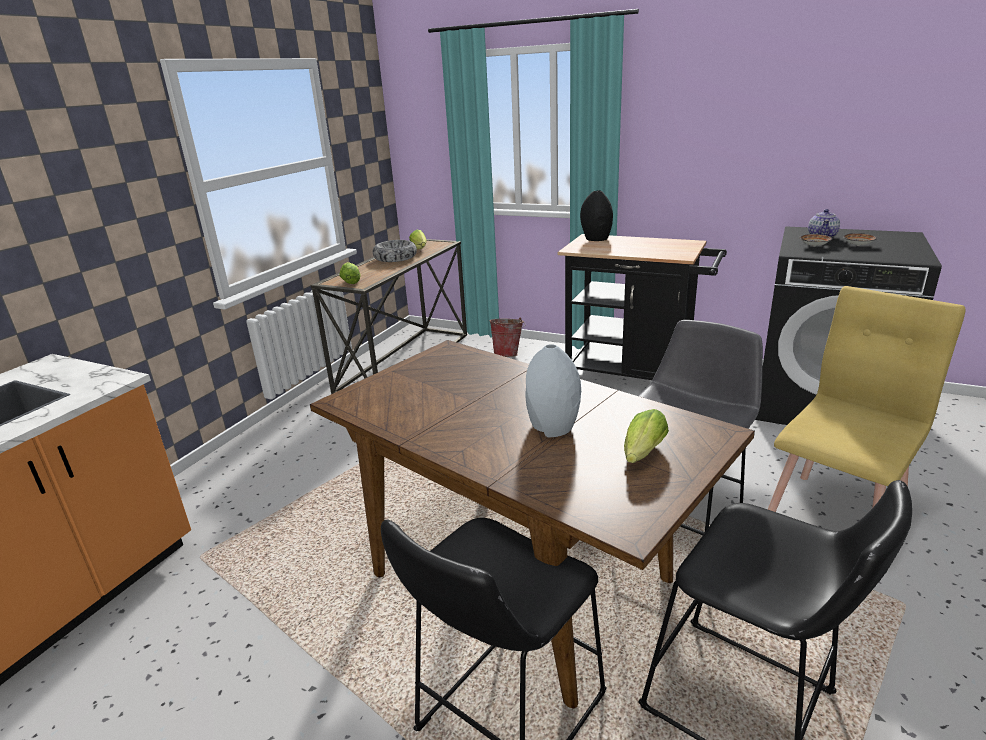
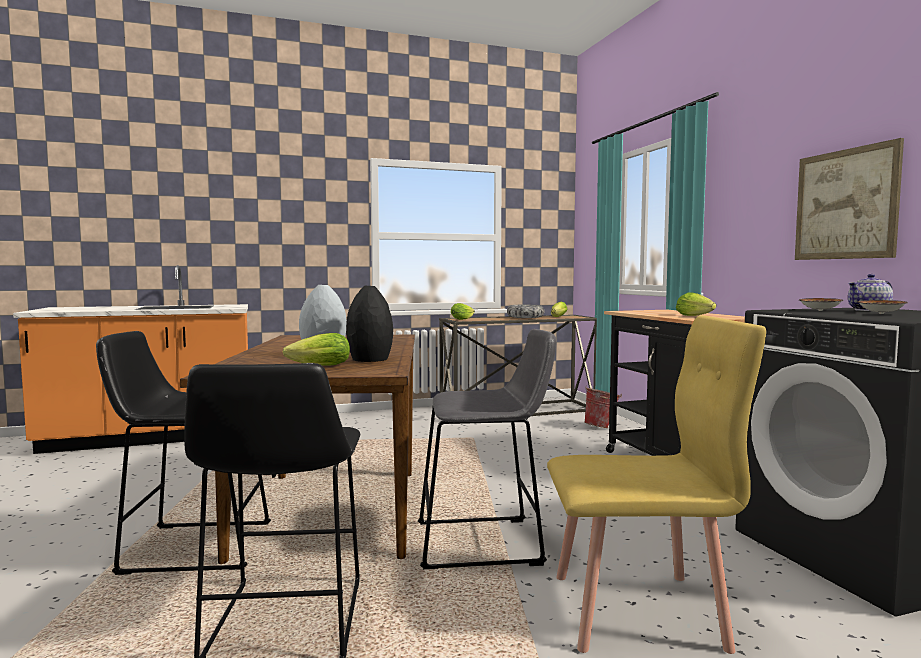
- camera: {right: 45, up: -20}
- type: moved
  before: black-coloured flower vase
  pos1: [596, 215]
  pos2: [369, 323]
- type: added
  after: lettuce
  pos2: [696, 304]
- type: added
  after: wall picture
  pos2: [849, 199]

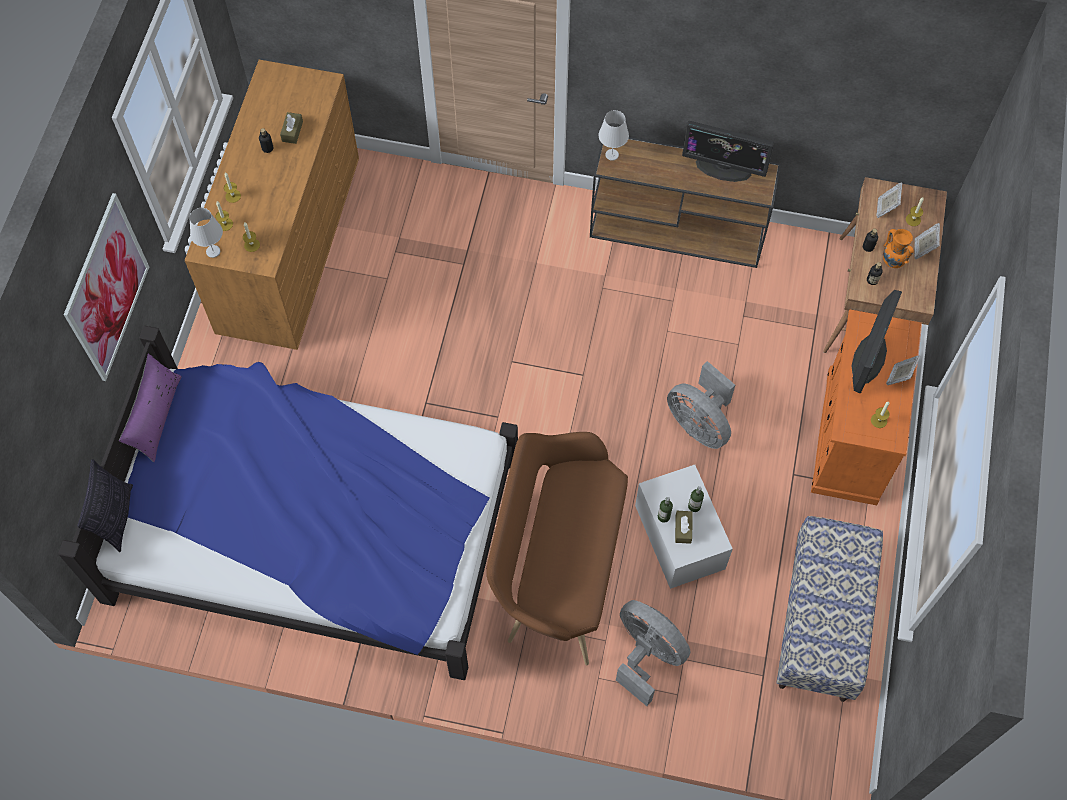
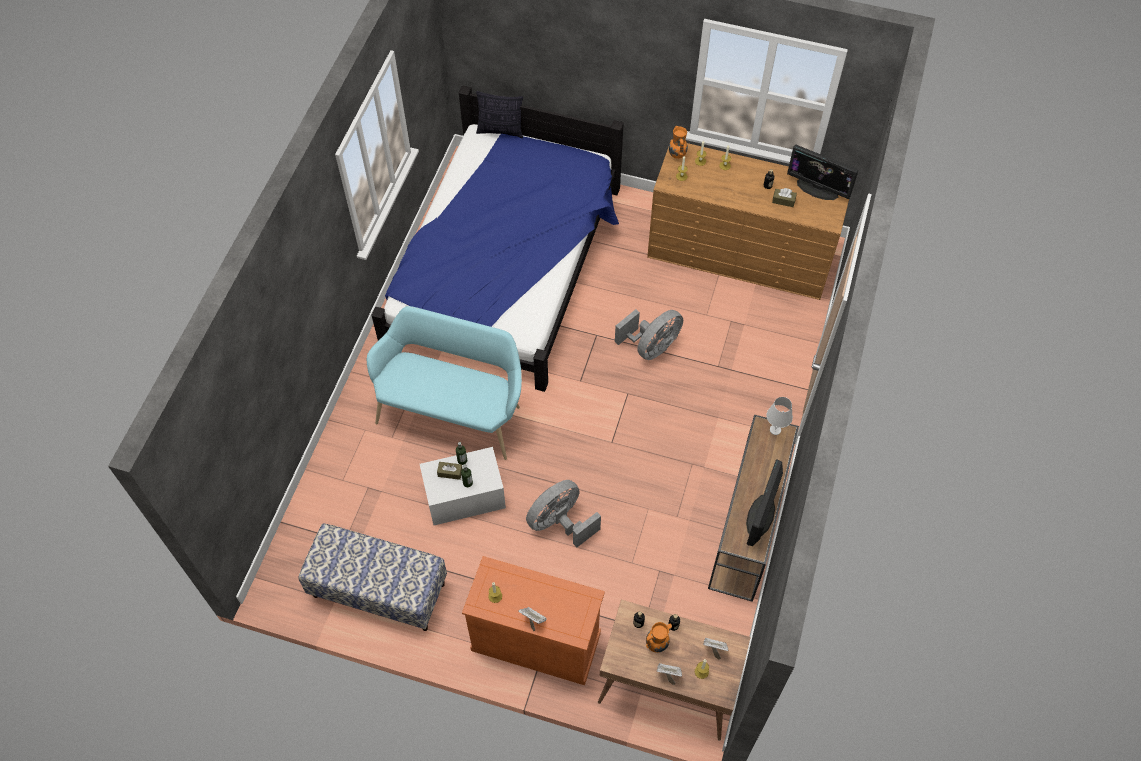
- camera: {right: 95, up: -5}
- type: removed
  before: wall picture
  pos1: [106, 287]
- type: removed
  before: purple throw pillow
  pos1: [150, 408]
- type: replaced
  before: white tabletop lamp
  after: orange flower vase
  pos1: [206, 233]
  pos2: [678, 142]
- type: recoloured
  before: brown-coloured long seat
  after: turquoise long seat
  pos1: [557, 548]
  pos2: [444, 383]
- type: moved
  before: grey cooling fan
  pos1: [653, 653]
  pos2: [649, 334]
- type: moved
  before: computer screen
  pos1: [876, 341]
  pos2: [823, 172]

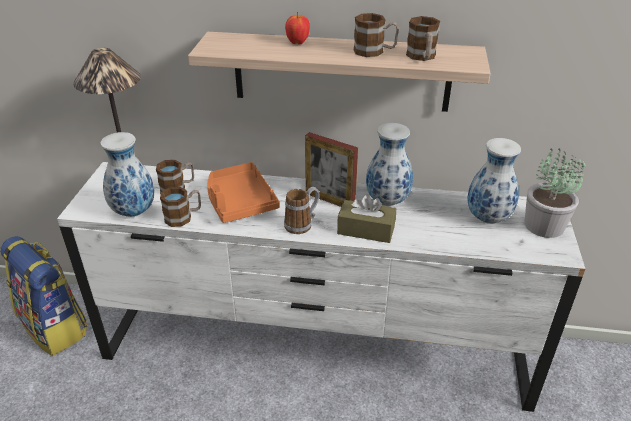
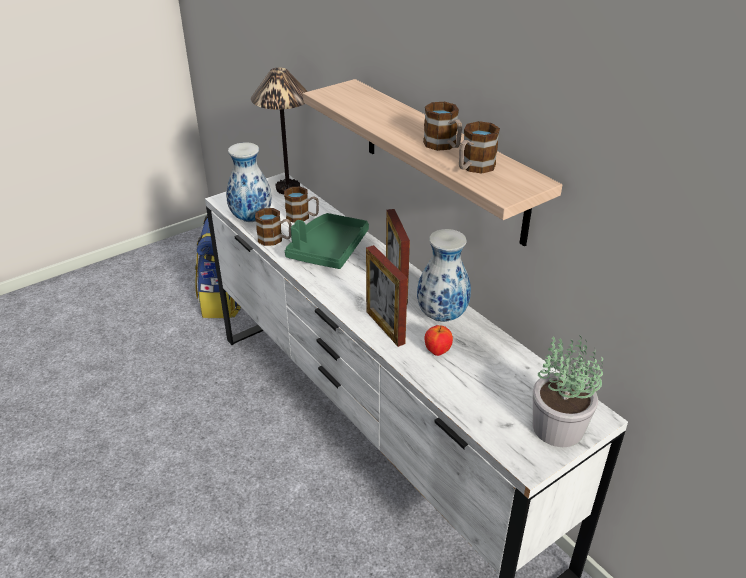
- camera: {right: 45, up: 0}
- type: recoloured
  before: orange carrying tray
  after: green-coloured carrying tray
  pos1: [243, 192]
  pos2: [327, 241]
- type: removed
  before: mug
  pos1: [301, 210]
- type: moved
  before: apple fruit
  pos1: [297, 28]
  pos2: [439, 340]
- type: replaced
  before: brown-coloured box of tissues
  after: standing frame
  pos1: [366, 218]
  pos2: [387, 296]
- type: removed
  before: flower vase
  pos1: [494, 181]

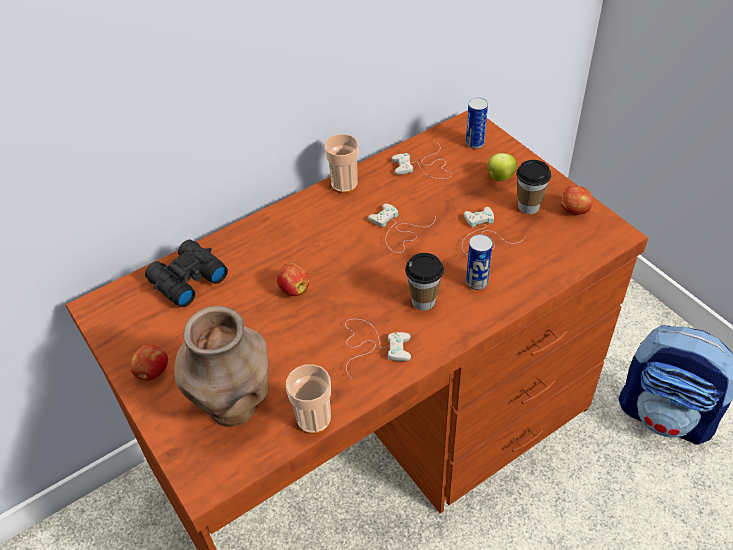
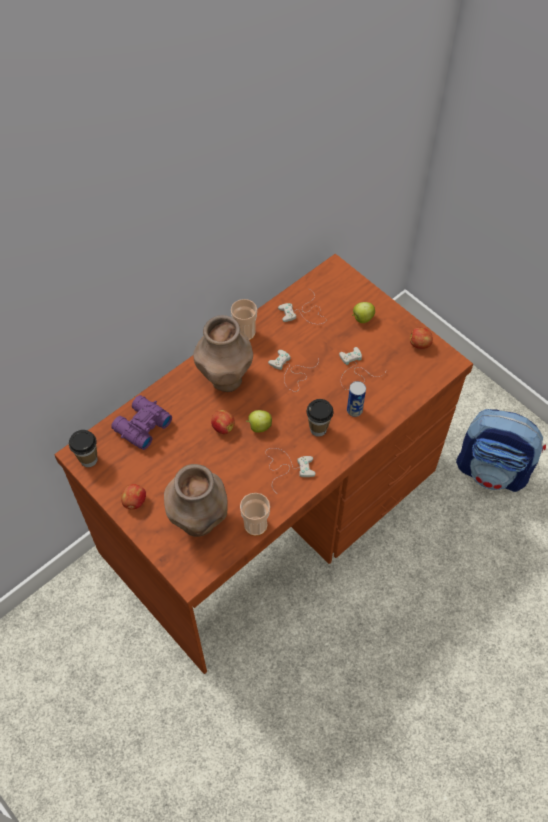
- camera: {right: -10, up: 10}
- type: recoloured
  before: black-coloured field glasses
  after: purple field glasses
  pos1: [186, 273]
  pos2: [141, 422]
- type: removed
  before: metal can
  pos1: [477, 123]
- type: moved
  before: cup
  pos1: [533, 187]
  pos2: [83, 448]
- type: added
  after: brown-coloured flower vase
  pos2: [223, 353]
- type: added
  after: apple fruit
  pos2: [259, 421]

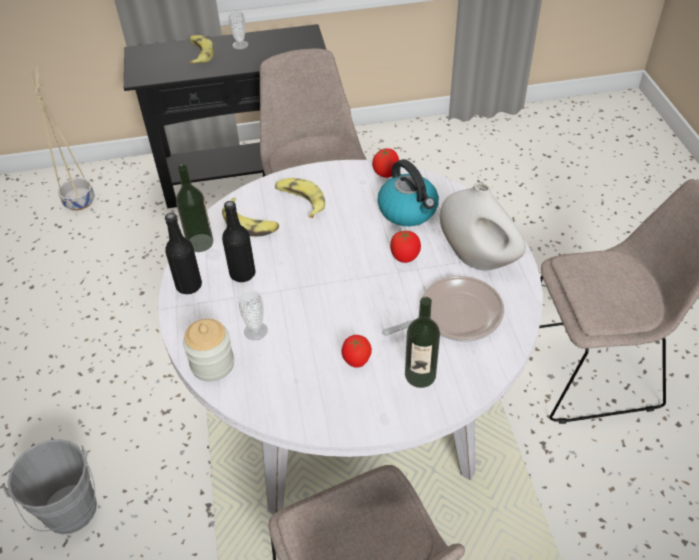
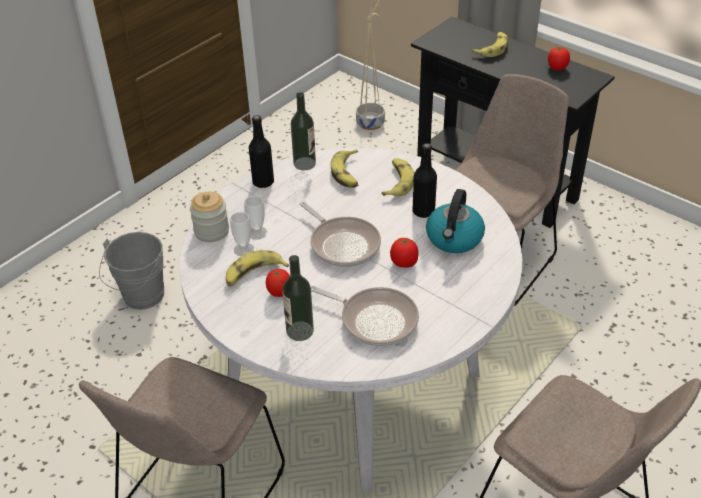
- camera: {right: 50, up: -5}
- type: moved
  before: black-coloured beverage bottle
  pos1: [239, 241]
  pos2: [425, 180]
- type: moved
  before: cup
  pos1: [238, 30]
  pos2: [242, 234]
- type: moved
  before: whole tomato
  pos1: [385, 163]
  pos2: [559, 58]
- type: removed
  before: white flower vase
  pos1: [483, 227]
- type: added
  after: whole banana
  pos2: [257, 268]
- type: added
  after: frying pan
  pos2: [340, 234]

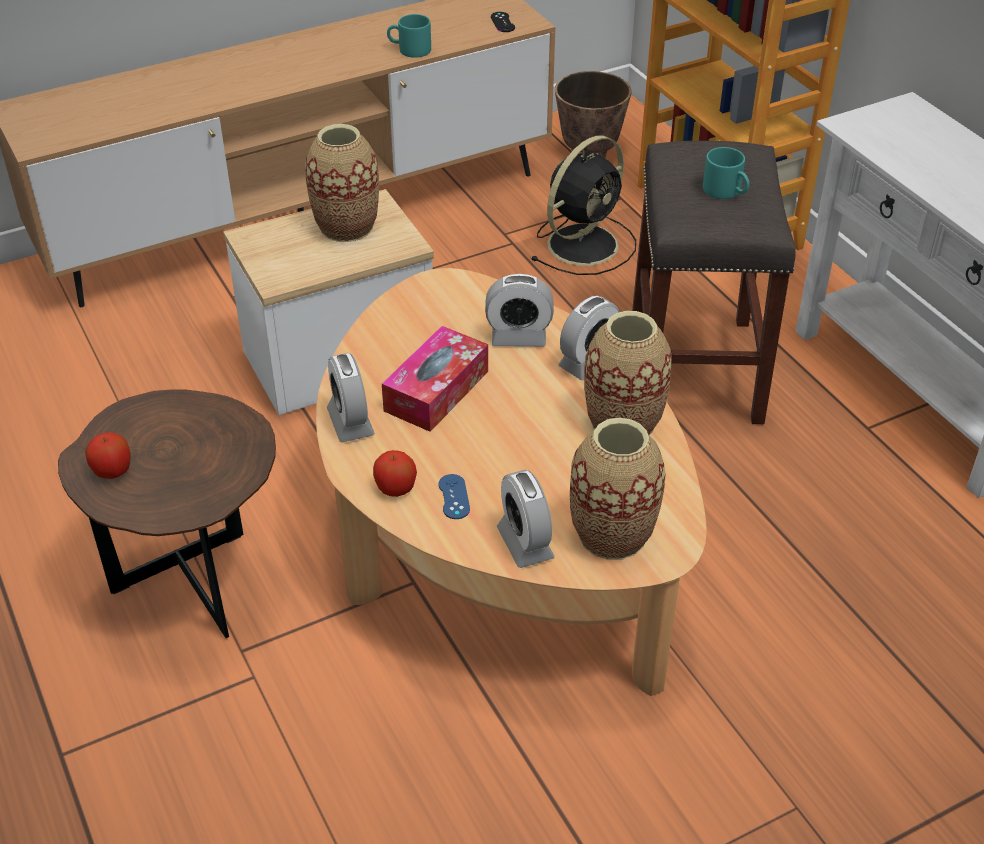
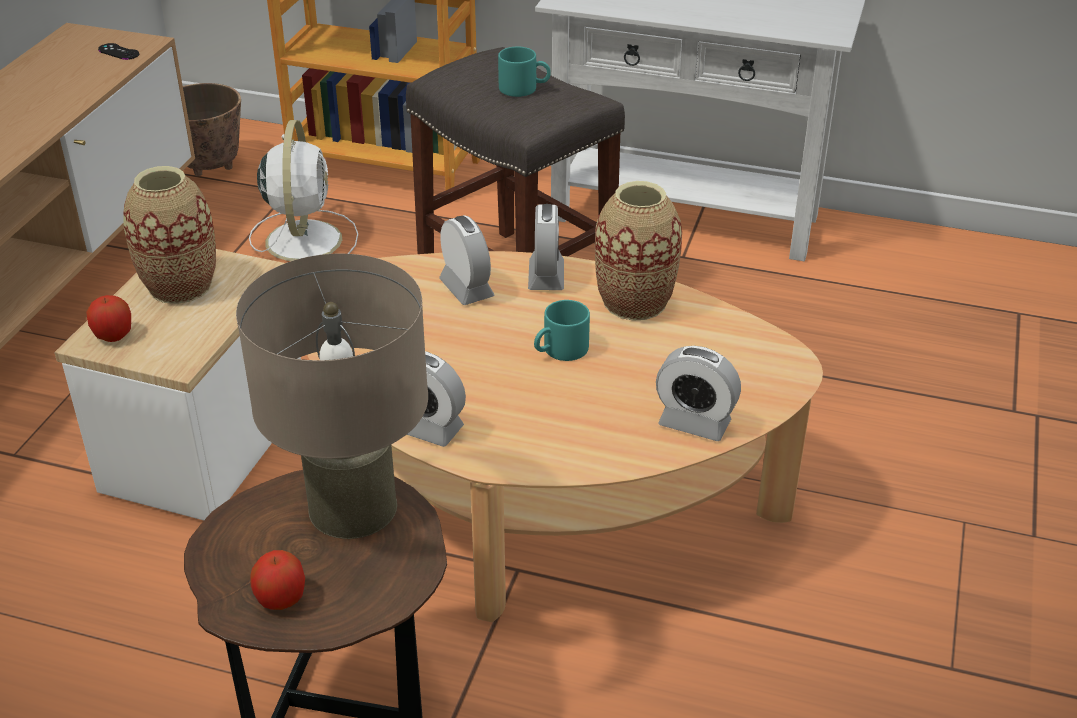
- camera: {right: -45, up: -5}
- type: moved
  before: apple fruit
  pos1: [395, 473]
  pos2: [108, 318]
- type: removed
  before: box of tissues
  pos1: [435, 379]
- type: moved
  before: turquoise mug
  pos1: [409, 36]
  pos2: [562, 330]
- type: removed
  before: bluish gamepad
  pos1: [454, 496]
- type: turned
  before: table clock
  pos1: [519, 310]
  pos2: [467, 260]
  turn: -75
- type: recoloured
  before: black-coloured cooling fan
  after: white cooling fan
  pos1: [583, 205]
  pos2: [303, 190]
- type: removed
  before: flower vase
  pos1: [618, 489]
- type: added
  after: sand-coloured tabletop lamp
  pos2: [332, 396]

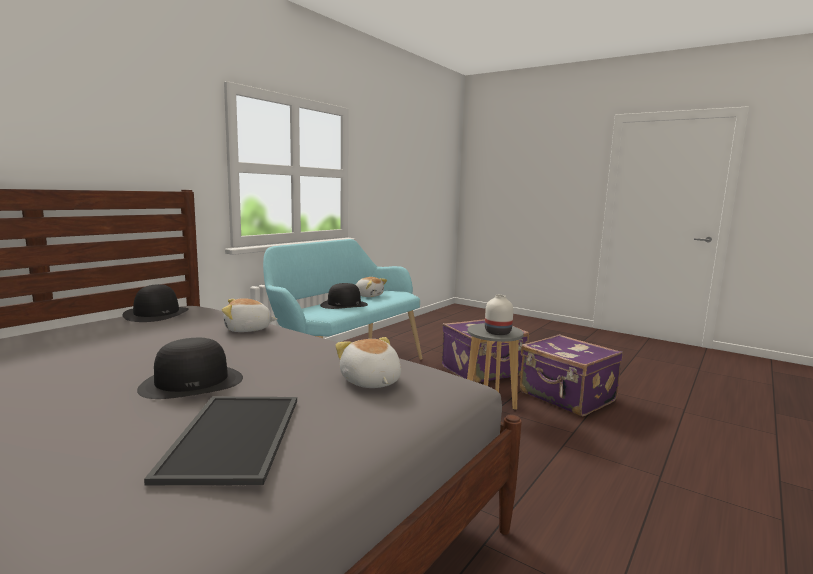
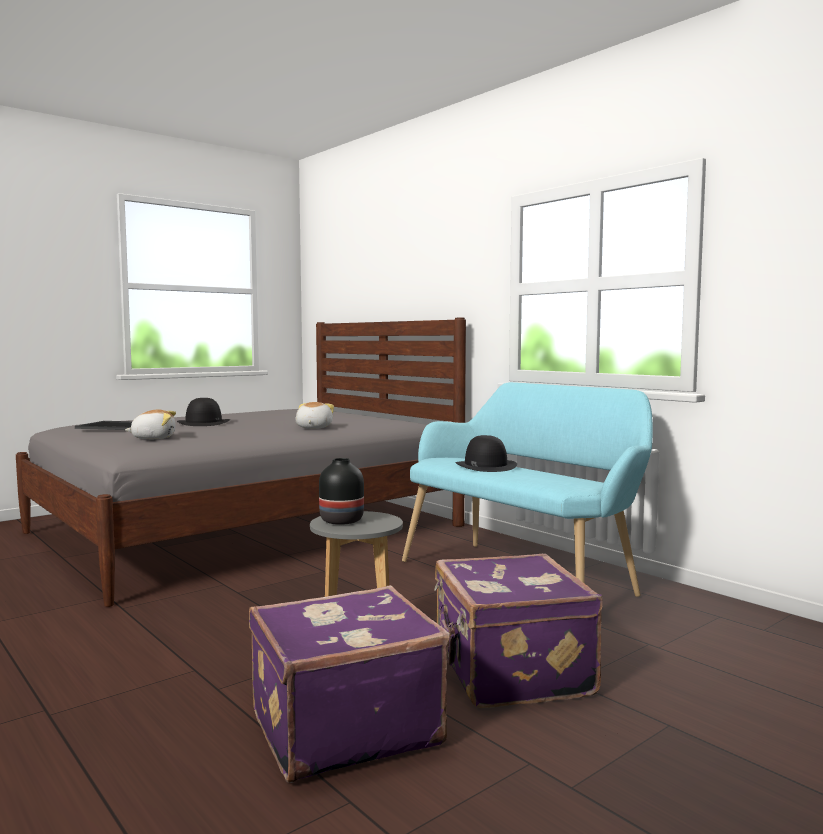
- camera: {right: 105, up: -5}
- type: removed
  before: black-coloured clothing hat
  pos1: [156, 303]
- type: removed
  before: soft toy
  pos1: [371, 287]
- type: recoloured
  before: white flower vase
  after: black-coloured flower vase
  pos1: [499, 315]
  pos2: [341, 491]

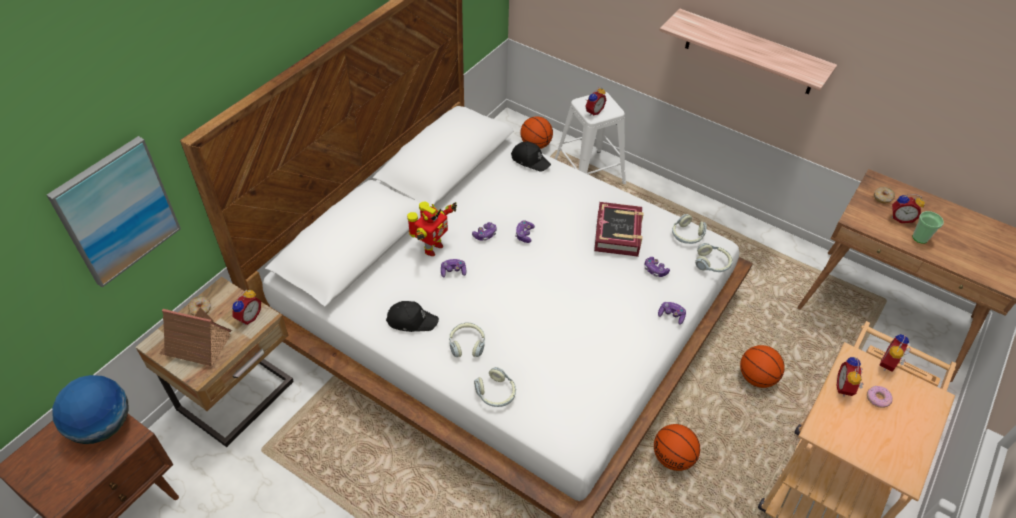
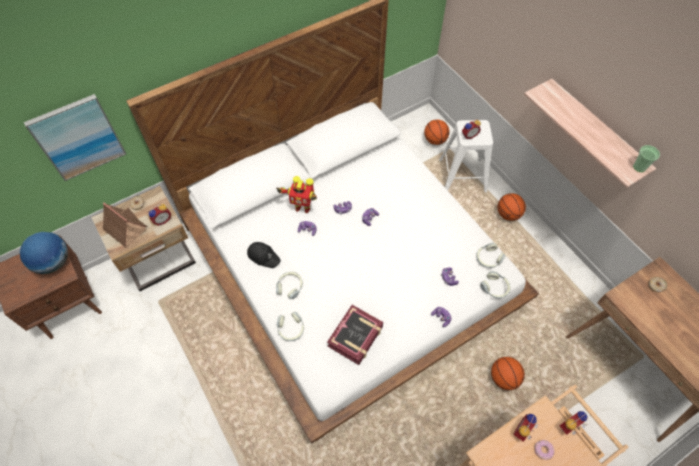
- camera: {right: 25, up: 10}
- type: turned
  before: robot figure
  pos1: [432, 229]
  pos2: [296, 194]
  turn: 45
- type: removed
  before: black-coloured peaked cap
  pos1: [531, 157]
- type: moved
  before: bound book
  pos1: [619, 229]
  pos2: [355, 335]
- type: moved
  before: ball for basketball
  pos1: [677, 447]
  pos2: [512, 207]
- type: removed
  before: table clock
  pos1: [908, 208]
- type: moved
  before: cup
  pos1: [928, 227]
  pos2: [646, 158]

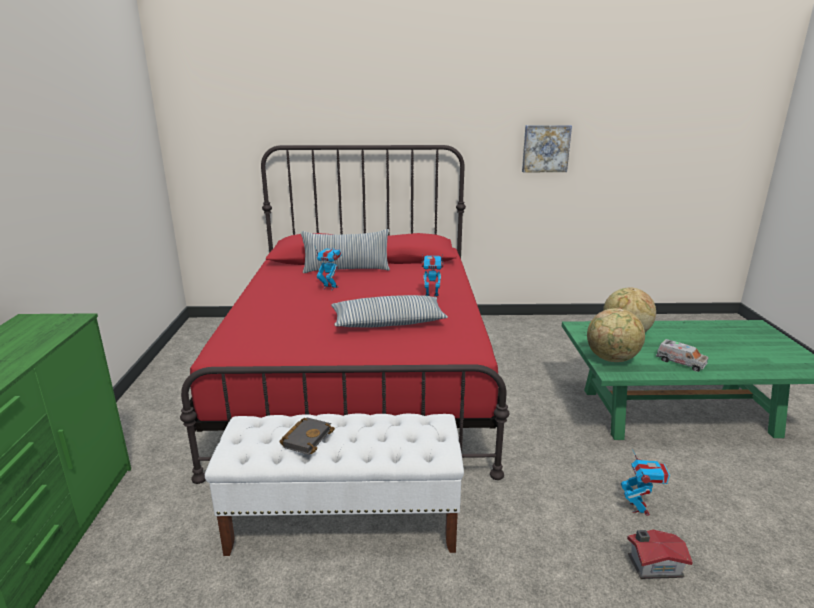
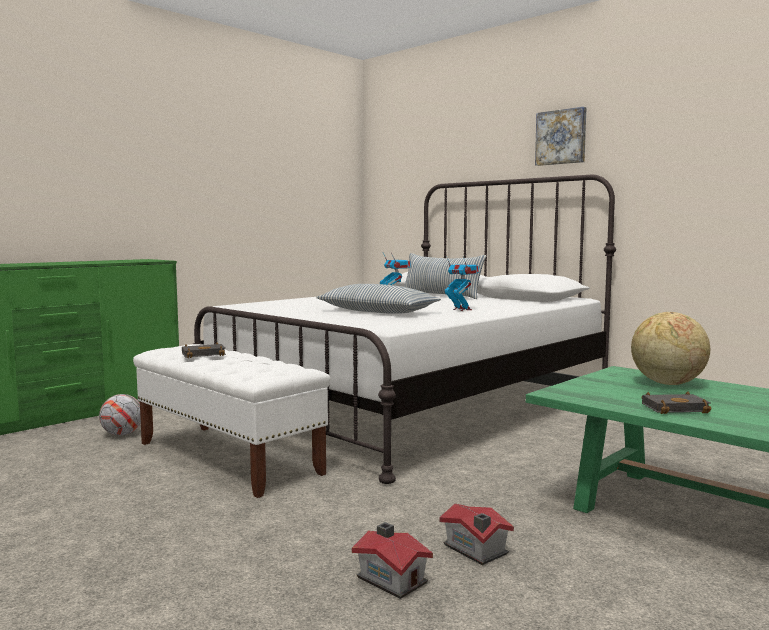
- camera: {right: 45, up: -15}
- type: recoloured
  before: reddish bedroom bed
  after: white bedroom bed
  pos1: [344, 314]
  pos2: [404, 329]
- type: moved
  before: wall picture
  pos1: [547, 148]
  pos2: [560, 136]
- type: removed
  before: world globe
  pos1: [616, 335]
- type: replaced
  before: robot figure
  after: miniature house
  pos1: [645, 482]
  pos2: [476, 534]
- type: replaced
  before: toy lorry
  after: black-coloured bound book
  pos1: [682, 355]
  pos2: [676, 402]
- type: added
  after: football
  pos2: [120, 415]

